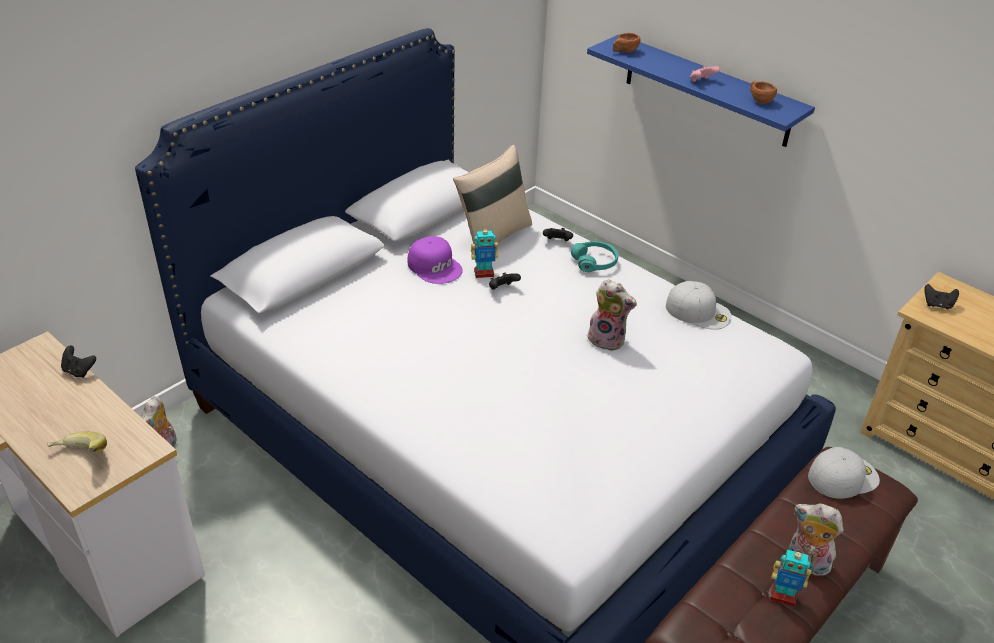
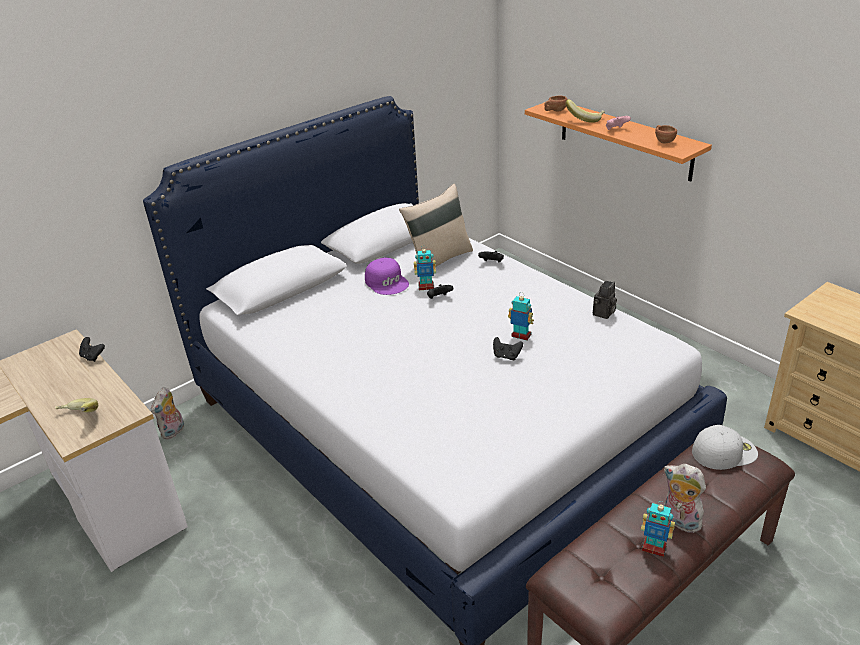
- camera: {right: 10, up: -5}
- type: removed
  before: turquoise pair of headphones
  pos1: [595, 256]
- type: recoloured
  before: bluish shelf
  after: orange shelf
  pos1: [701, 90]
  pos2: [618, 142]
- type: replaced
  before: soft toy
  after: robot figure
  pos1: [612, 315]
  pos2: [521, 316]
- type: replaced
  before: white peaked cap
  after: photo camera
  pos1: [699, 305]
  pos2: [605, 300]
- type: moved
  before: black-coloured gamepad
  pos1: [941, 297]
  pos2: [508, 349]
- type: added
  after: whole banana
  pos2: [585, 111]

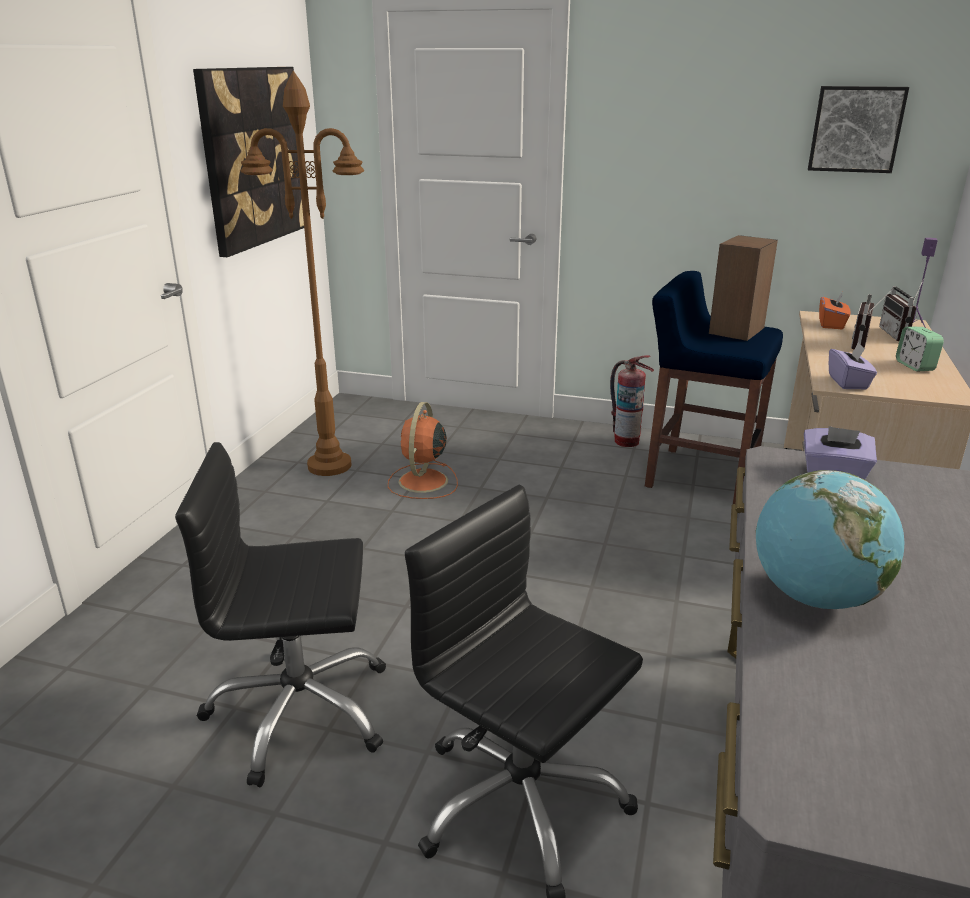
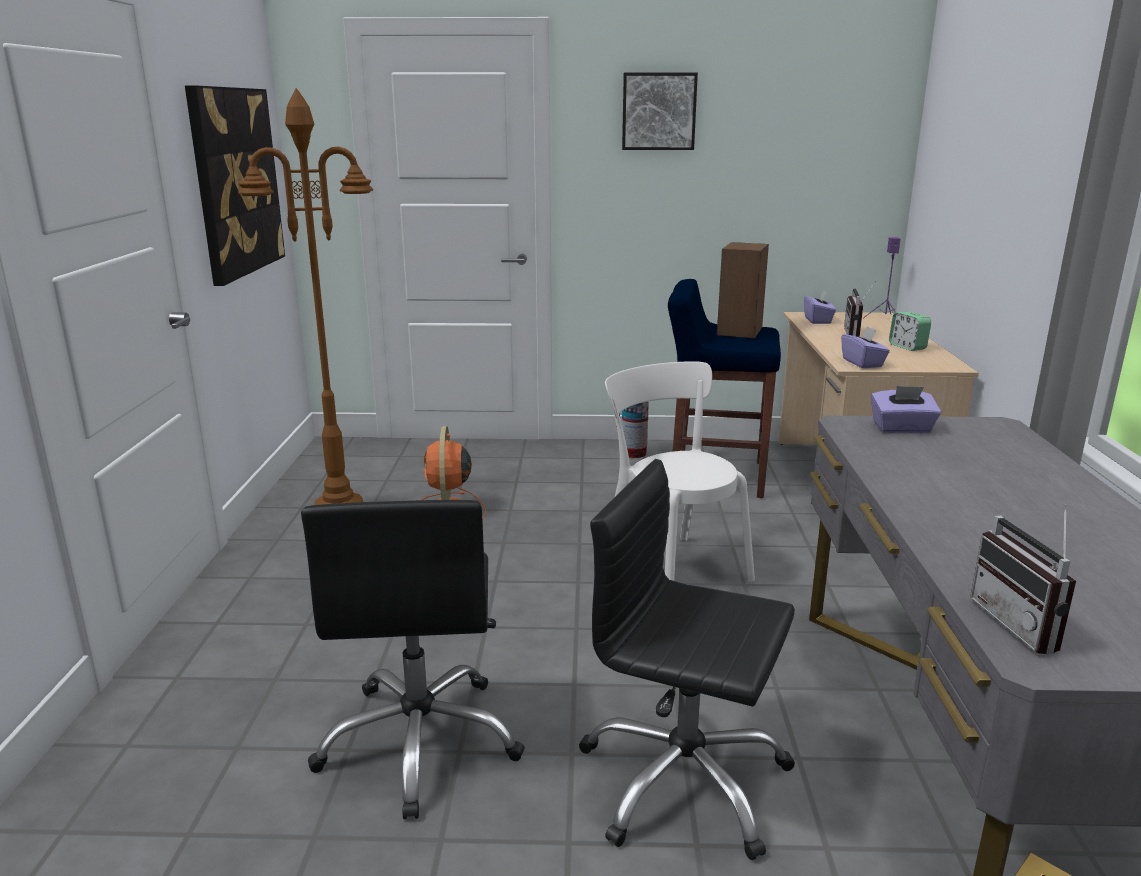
- camera: {right: -15, up: -5}
- type: turned
  before: black-coloured desk chair
  pos1: [280, 614]
  pos2: [413, 659]
  turn: -75
- type: removed
  before: world globe
  pos1: [830, 539]
- type: moved
  before: wall picture
  pos1: [858, 129]
  pos2: [660, 111]
- type: recoloured
  before: orange box of tissues
  after: purple box of tissues
  pos1: [835, 310]
  pos2: [820, 307]
- type: moved
  before: radio set
  pos1: [901, 310]
  pos2: [1023, 579]
- type: added
  after: white chair
  pos2: [680, 471]

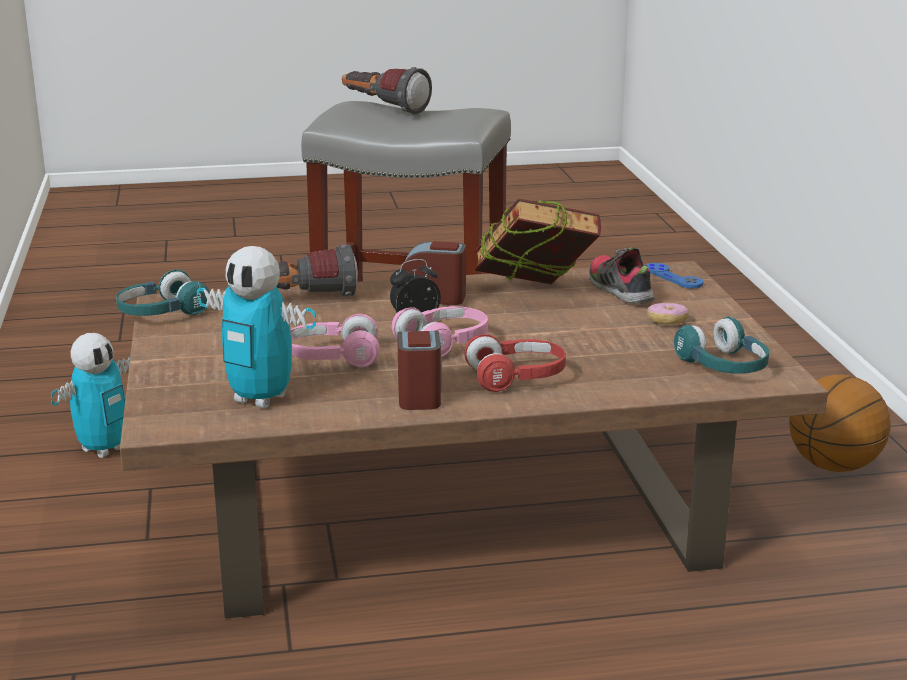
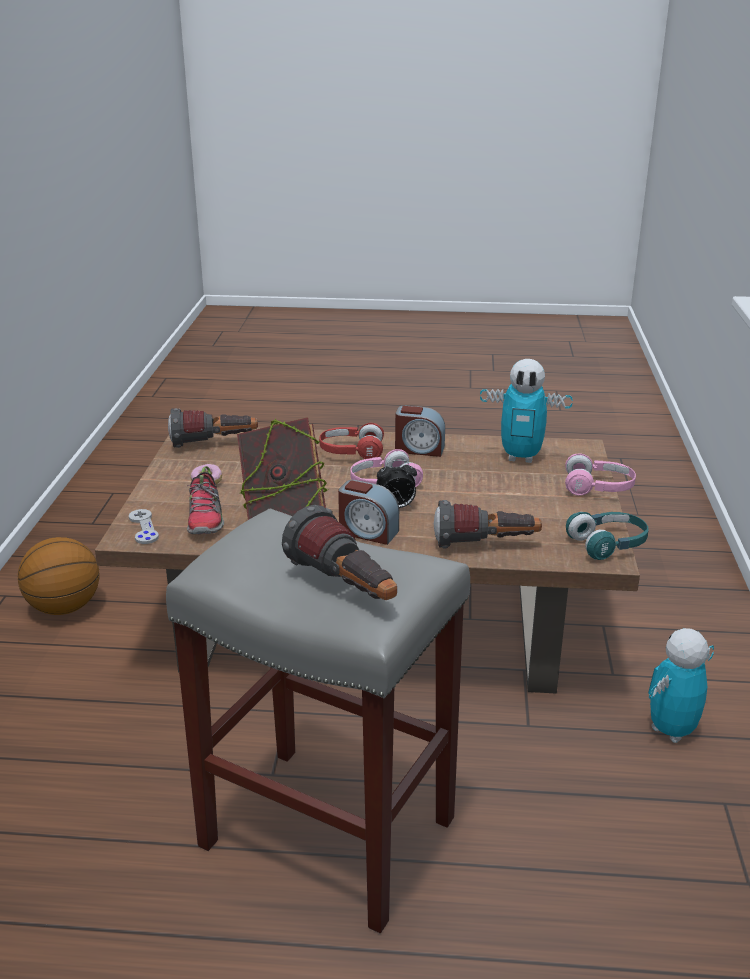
- camera: {right: -165, up: 5}
- type: turned
  before: robot figure
  pos1: [256, 327]
  pos2: [526, 411]
  turn: 150
- type: moved
  before: pink-coloured pair of headphones
  pos1: [335, 340]
  pos2: [600, 474]
- type: turned
  before: table clock
  pos1: [419, 370]
  pos2: [420, 431]
  turn: -90
- type: recoloured
  before: bluish gamepad
  after: grey gamepad
  pos1: [674, 276]
  pos2: [144, 526]
- type: replaced
  before: turquoise pair of headphones
  after: torch
  pos1: [721, 345]
  pos2: [213, 428]

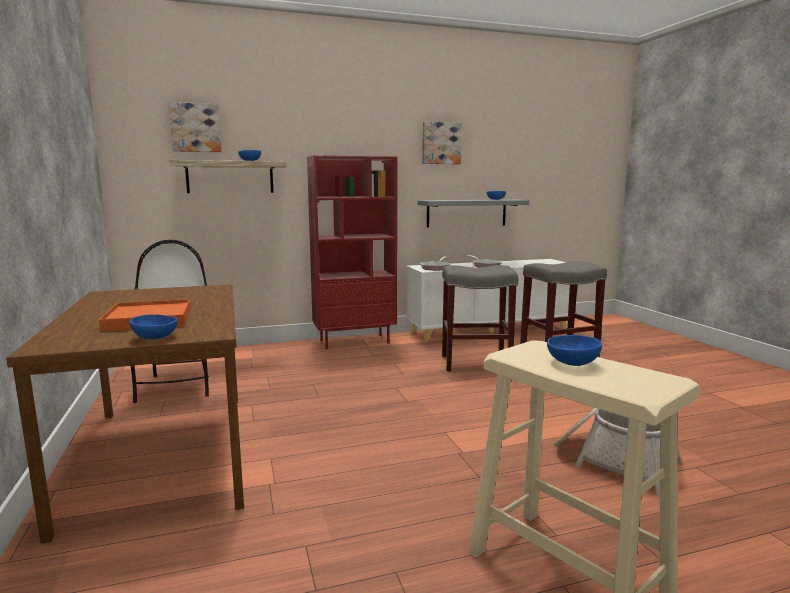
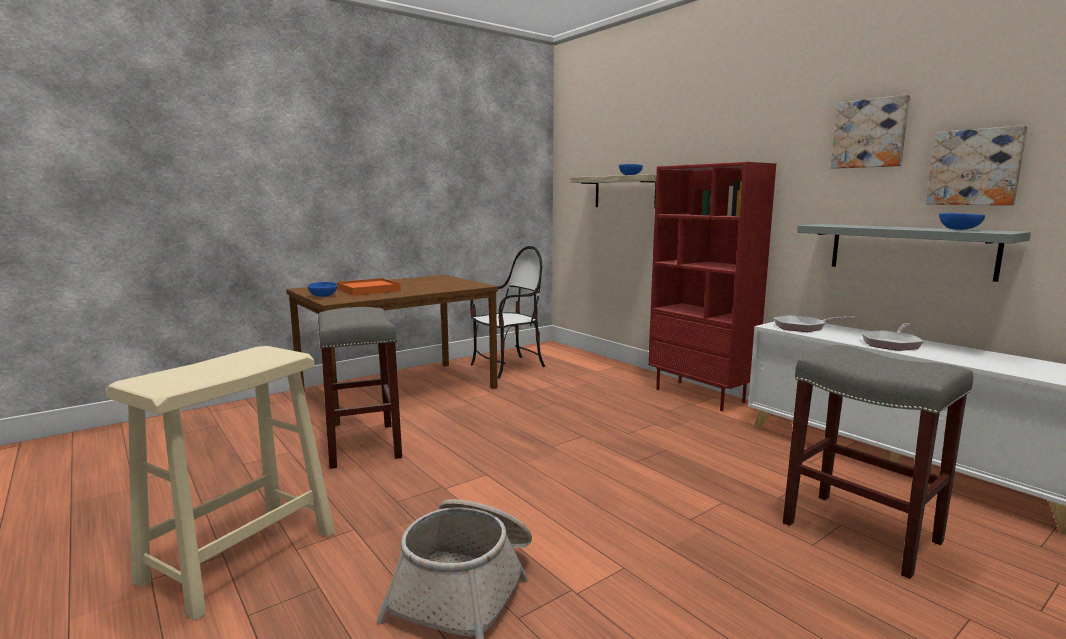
- camera: {right: 70, up: 0}
- type: moved
  before: wall picture
  pos1: [195, 127]
  pos2: [977, 165]
- type: moved
  before: grey stool seat
  pos1: [480, 318]
  pos2: [360, 388]
- type: removed
  before: bluish bowl
  pos1: [574, 350]

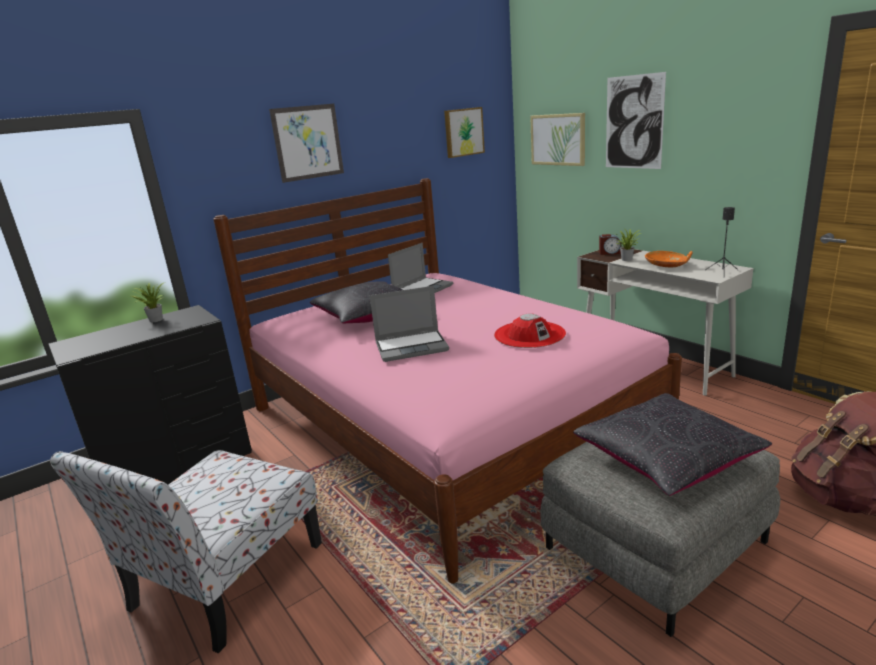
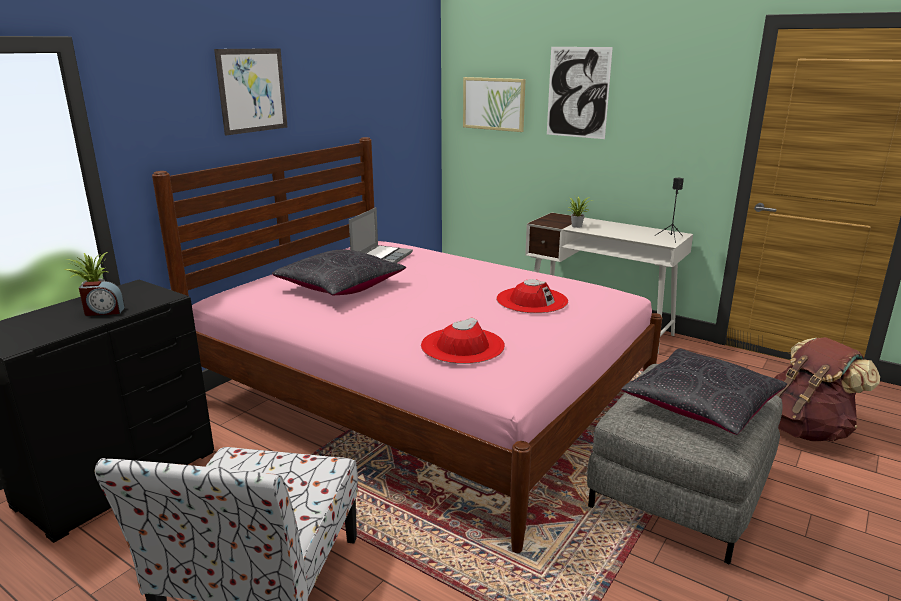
- camera: {right: -20, up: 0}
- type: removed
  before: notebook computer
  pos1: [409, 324]
- type: removed
  before: wall picture
  pos1: [464, 132]
- type: moved
  before: table clock
  pos1: [610, 244]
  pos2: [102, 298]
- type: removed
  before: orange bowl
  pos1: [669, 259]
- type: added
  after: reddish clothing hat
  pos2: [463, 340]

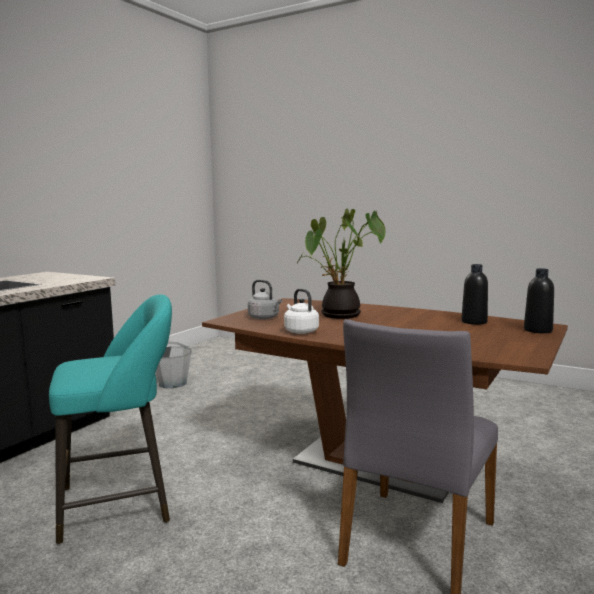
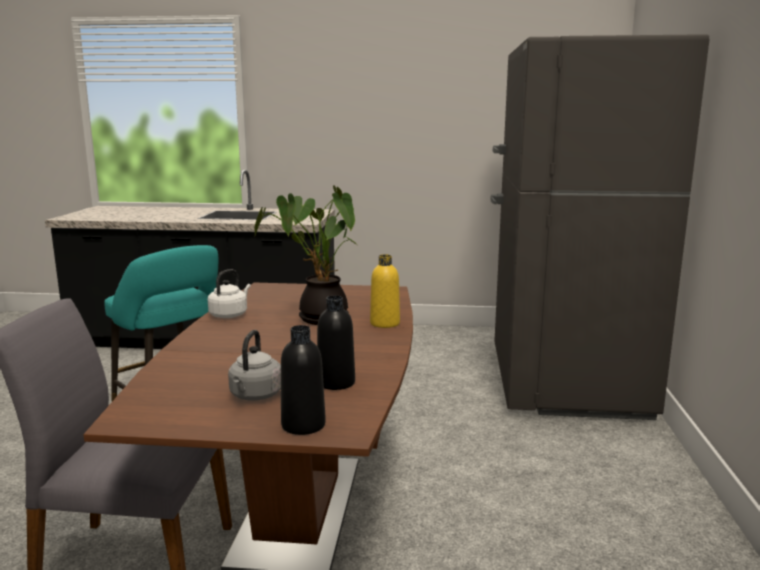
- camera: {right: 65, up: 5}
- type: removed
  before: grey water bucket
  pos1: [174, 364]
- type: moved
  before: grey water kettle
  pos1: [265, 299]
  pos2: [254, 365]
- type: added
  after: yellow-coloured beverage bottle
  pos2: [385, 291]
- type: added
  after: grey kitchen fridge
  pos2: [599, 227]

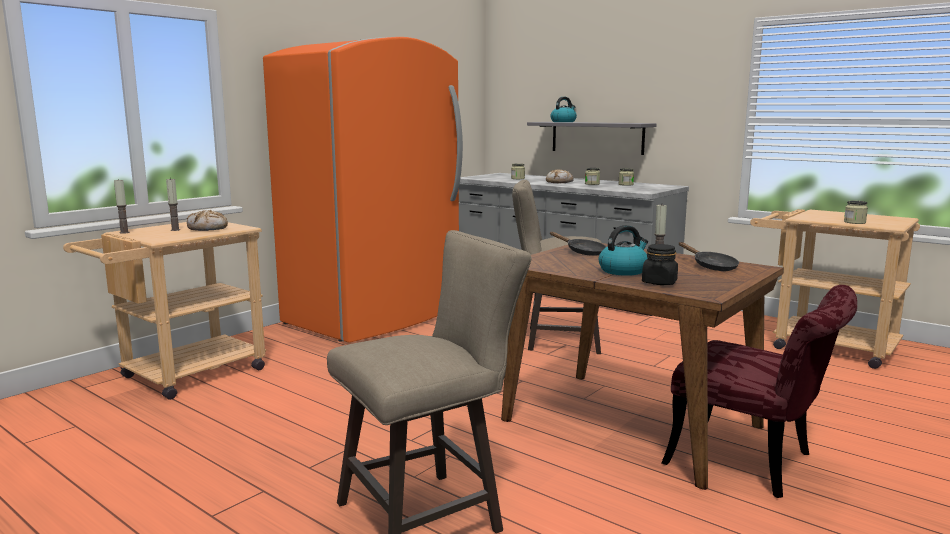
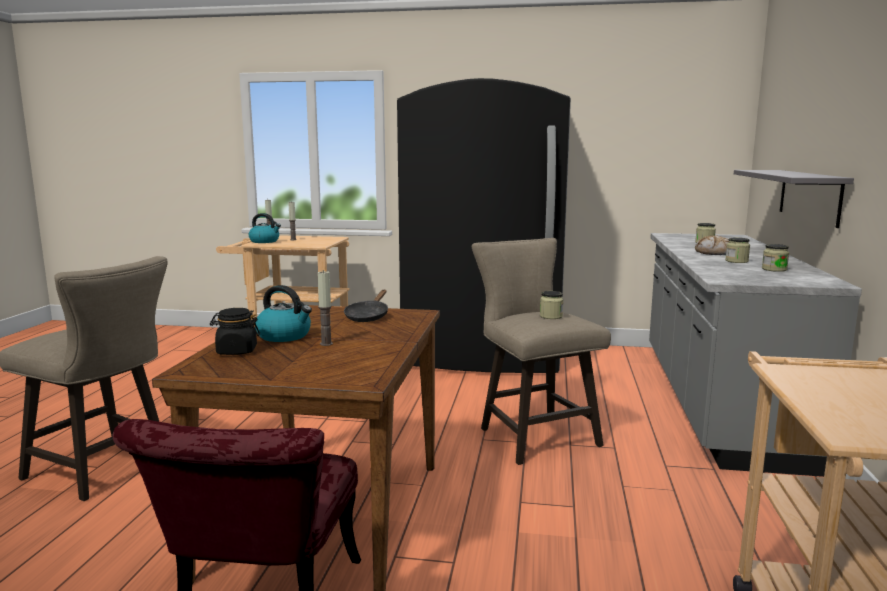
- camera: {right: 60, up: 0}
- type: removed
  before: bread
  pos1: [207, 220]
- type: recoloured
  before: orange kitchen fridge
  after: black-coloured kitchen fridge
  pos1: [363, 190]
  pos2: [484, 225]
- type: moved
  before: water kettle
  pos1: [564, 109]
  pos2: [265, 228]
- type: removed
  before: black-coloured frying pan
  pos1: [709, 256]
- type: moved
  before: jar
  pos1: [856, 212]
  pos2: [551, 305]

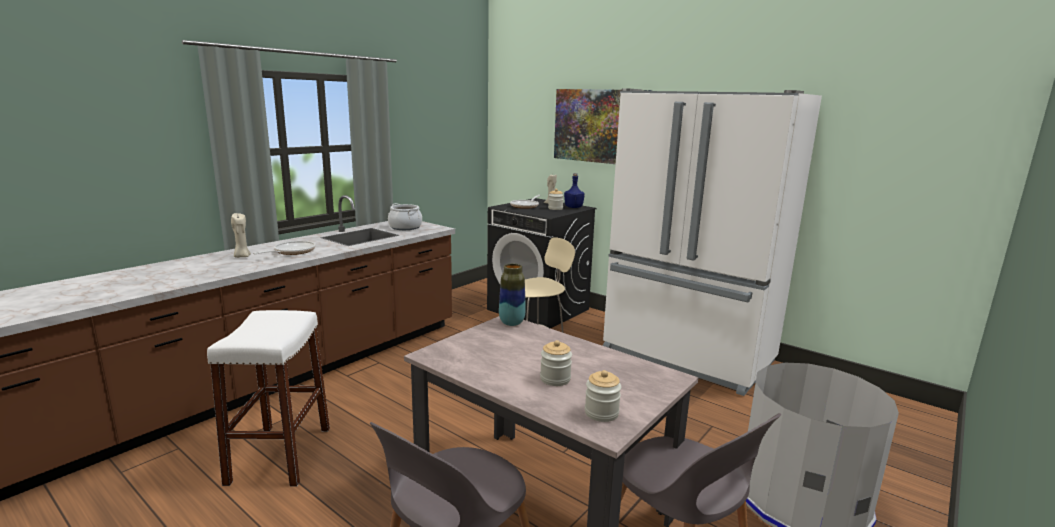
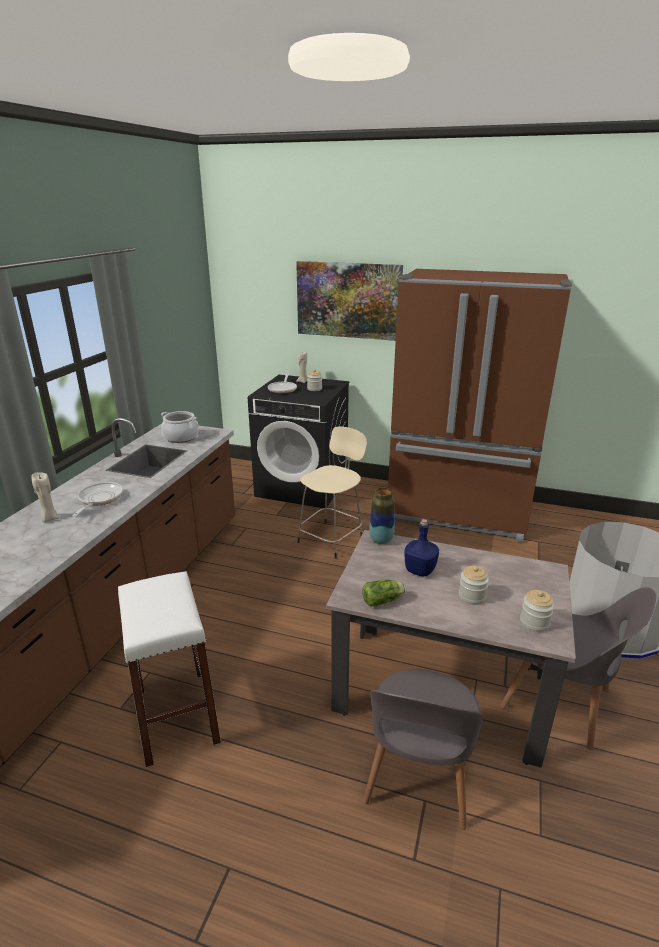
- camera: {right: -20, up: 10}
- type: moved
  before: bluish beverage bottle
  pos1: [574, 190]
  pos2: [421, 548]
- type: recoloured
  before: white kitchen fridge
  after: brown-coloured kitchen fridge
  pos1: [712, 242]
  pos2: [480, 405]
- type: added
  after: lettuce
  pos2: [383, 593]

